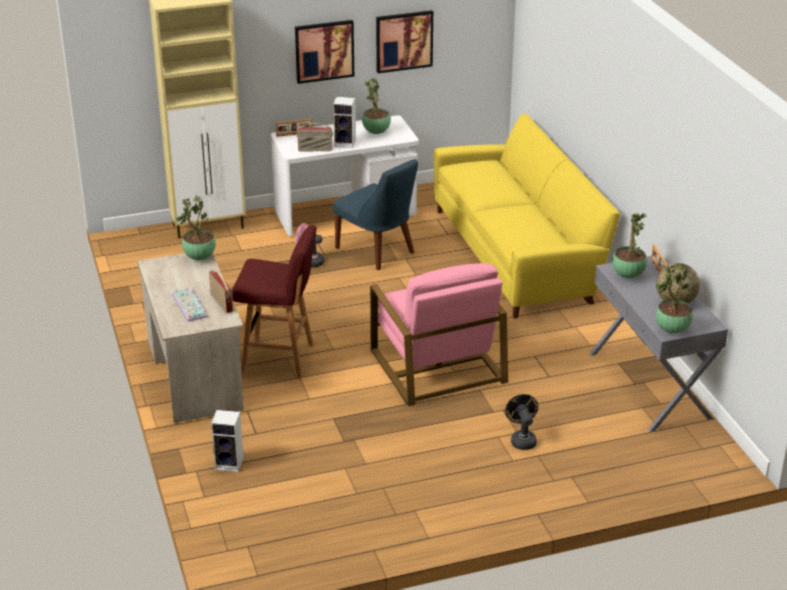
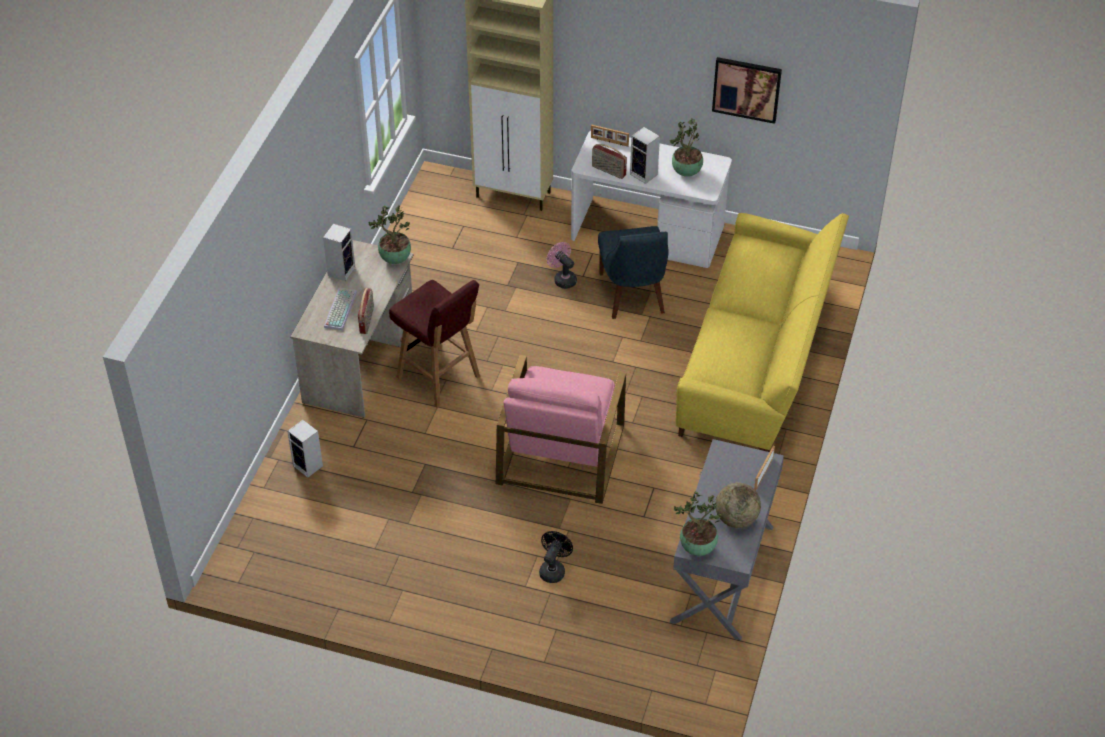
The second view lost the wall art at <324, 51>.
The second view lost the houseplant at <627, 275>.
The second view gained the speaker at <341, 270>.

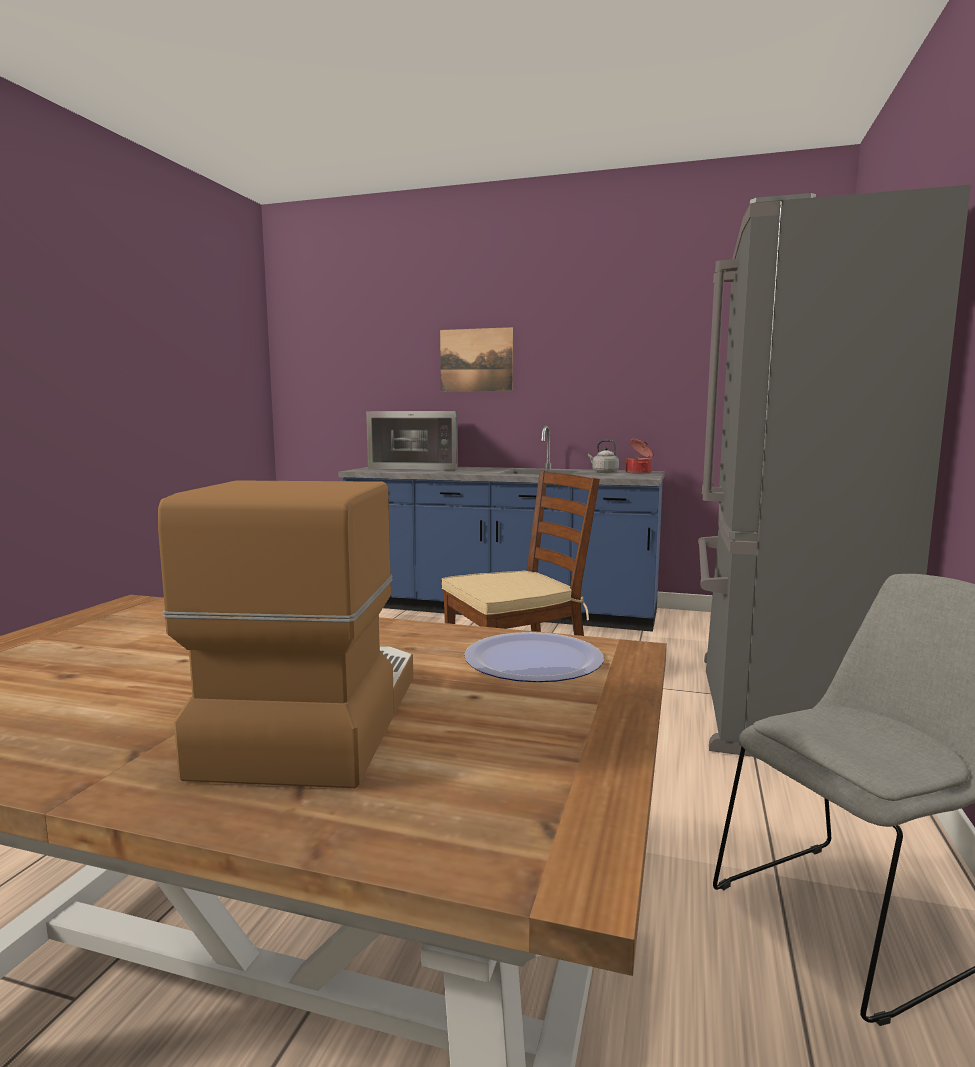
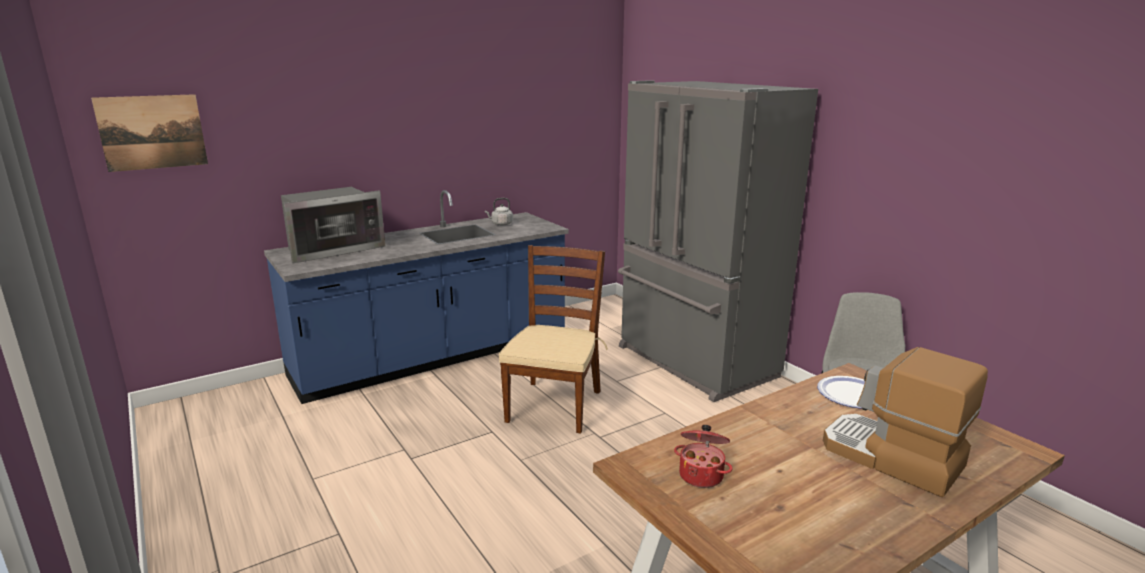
The wall art ended up elsewhere, having gone from <476, 360> to <152, 132>.
The stockpot ended up elsewhere, having gone from <639, 472> to <701, 475>.

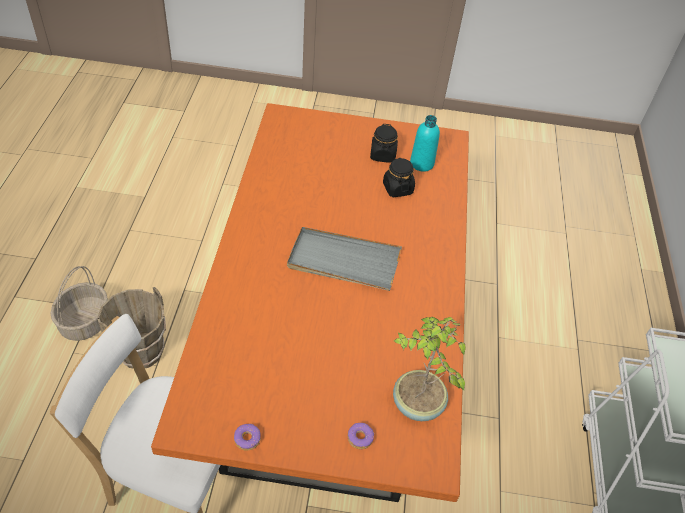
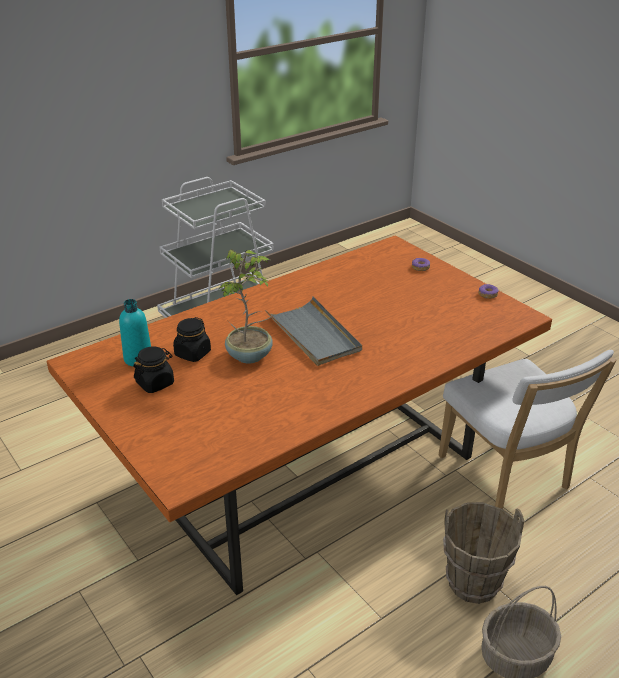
The houseplant ended up elsewhere, having gone from <416, 405> to <250, 355>.

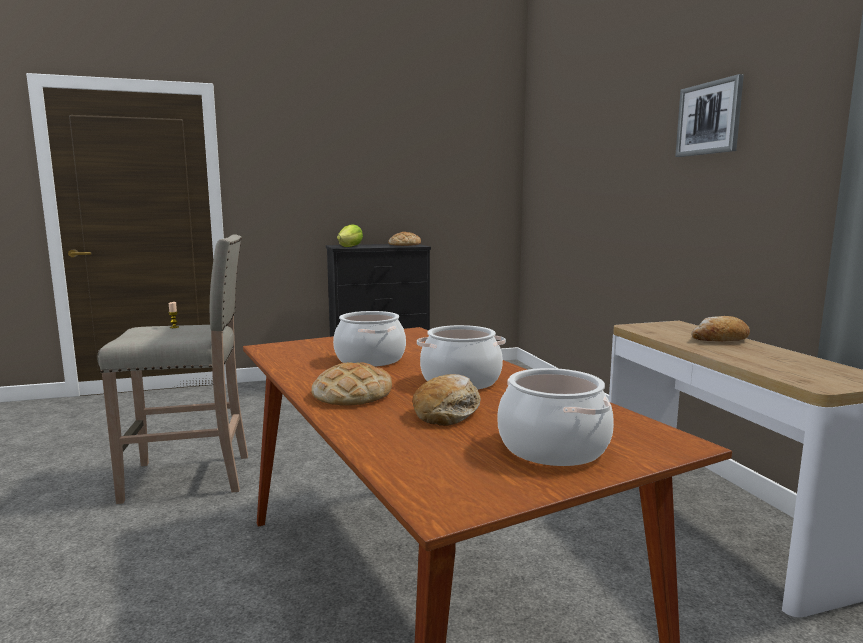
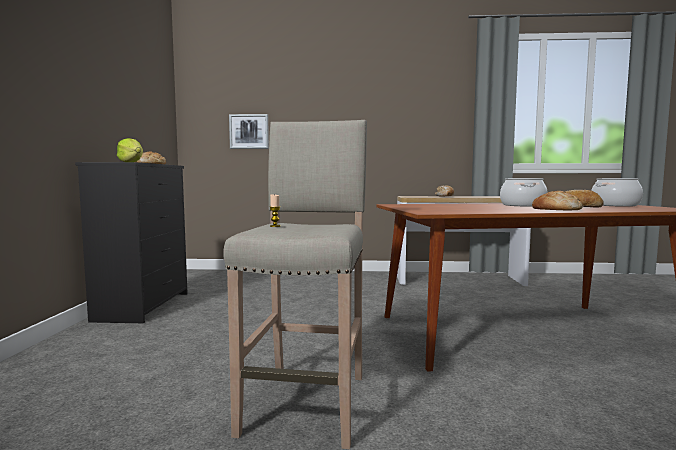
The wall art ended up elsewhere, having gone from <709, 118> to <249, 131>.
The second view lost the stockpot at <369, 359>.

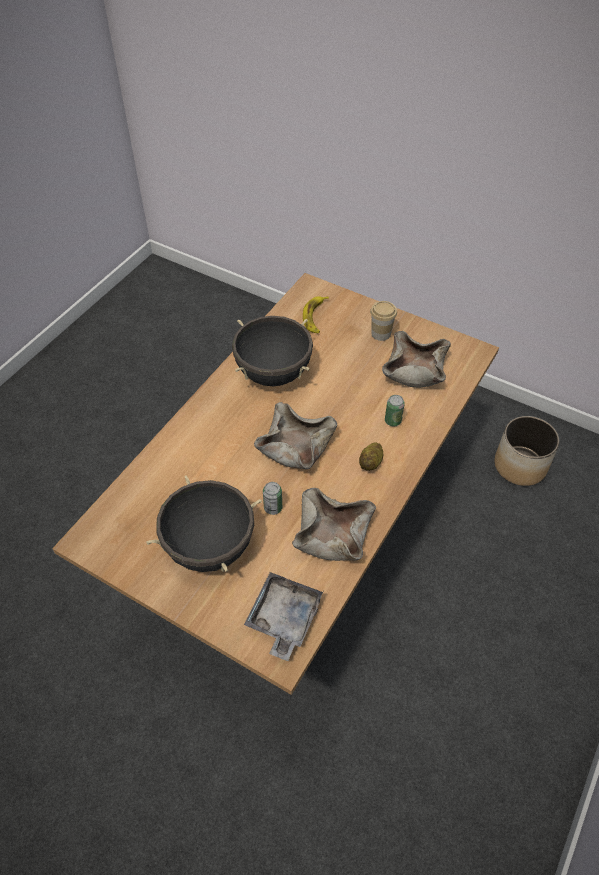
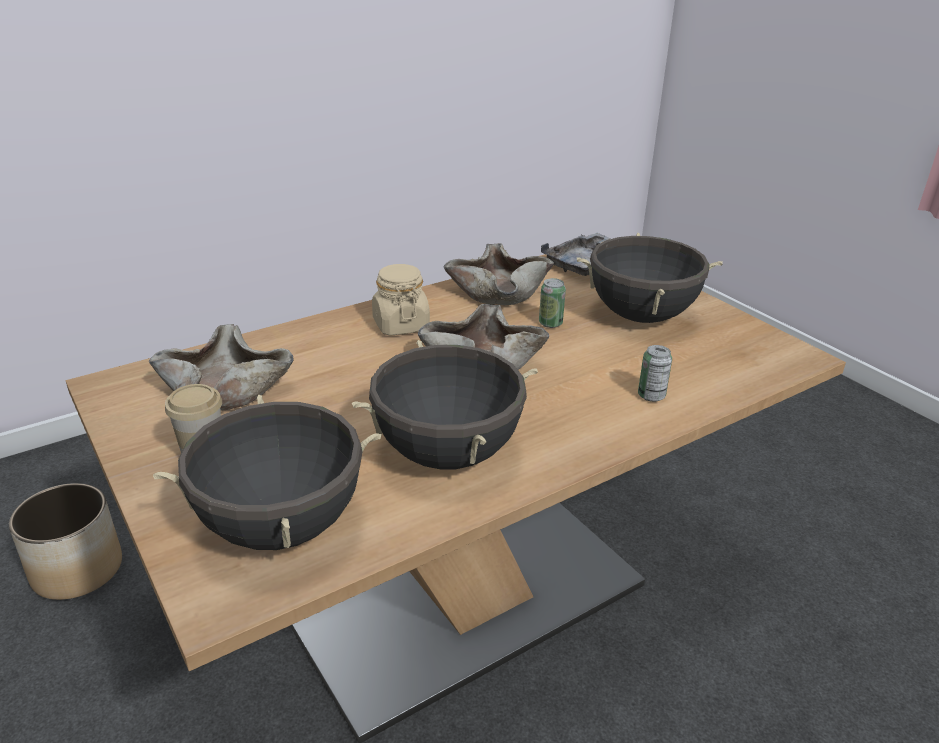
Where the banana stood at <315, 317>, the blackish stockpot came to stand at <281, 526>.
The can ended up elsewhere, having gone from <393, 421> to <651, 396>.
Where the potato stood at <371, 463>, the sand-coloured storage jar came to stand at <400, 325>.

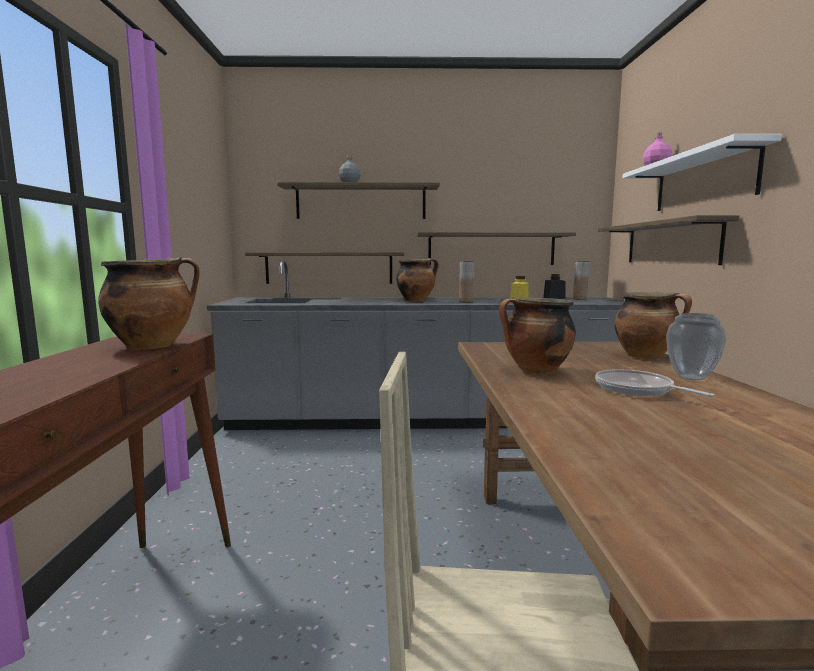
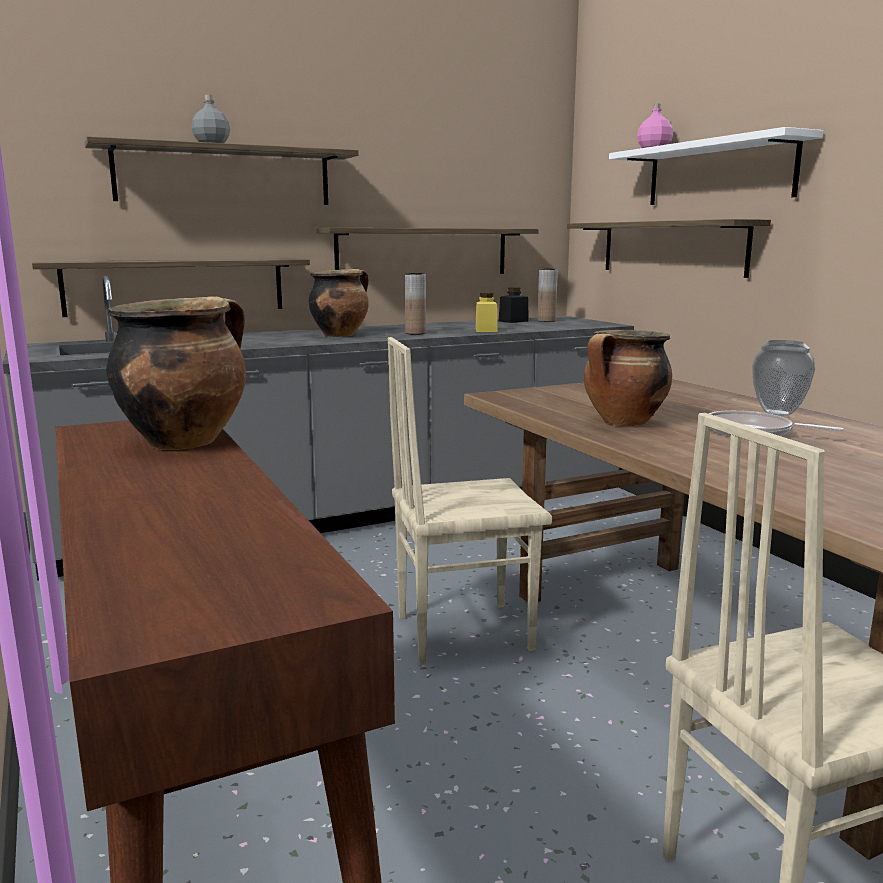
The second view lost the stockpot at <646, 356>.
The second view gained the sand-coloured chair at <462, 631>.

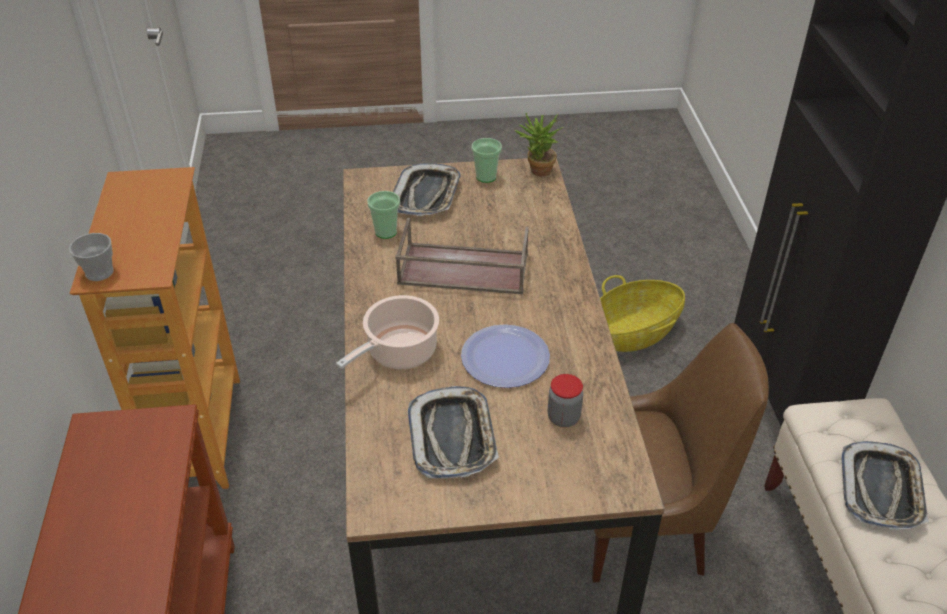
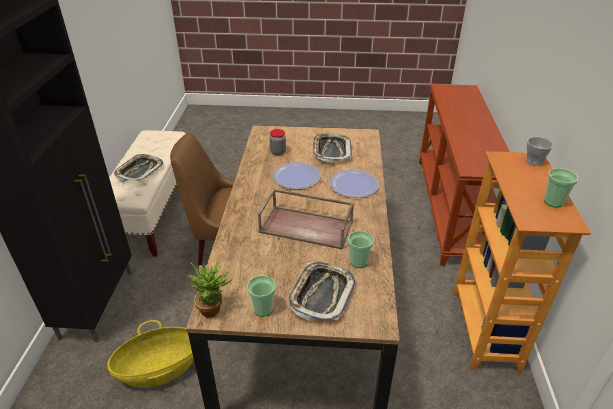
Where the stockpot stood at <399, 352>, the dinner plate came to stand at <354, 185>.
The second view gained the small cup at <553, 202>.

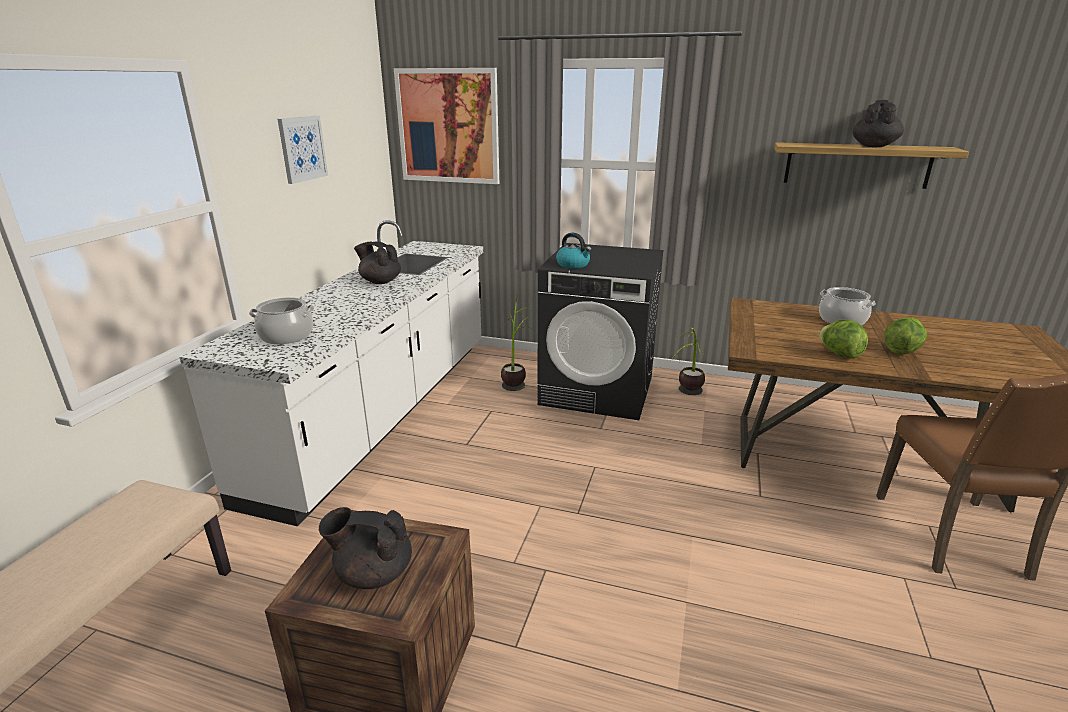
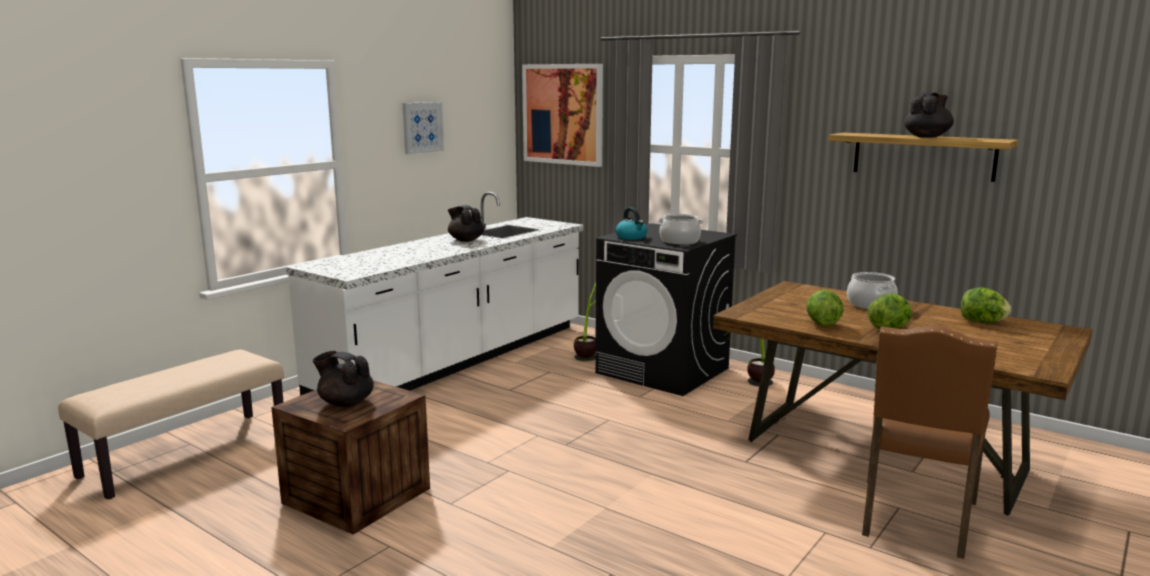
The stockpot ended up elsewhere, having gone from <287, 336> to <679, 241>.
The second view gained the lettuce head at <982, 322>.

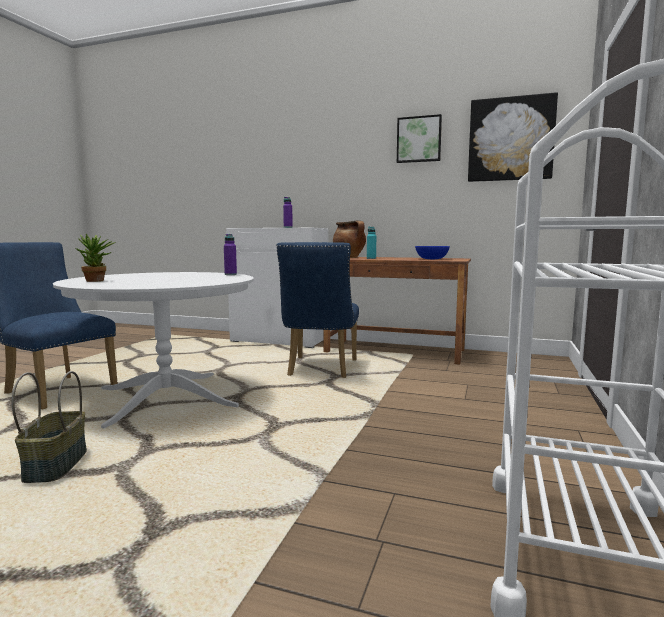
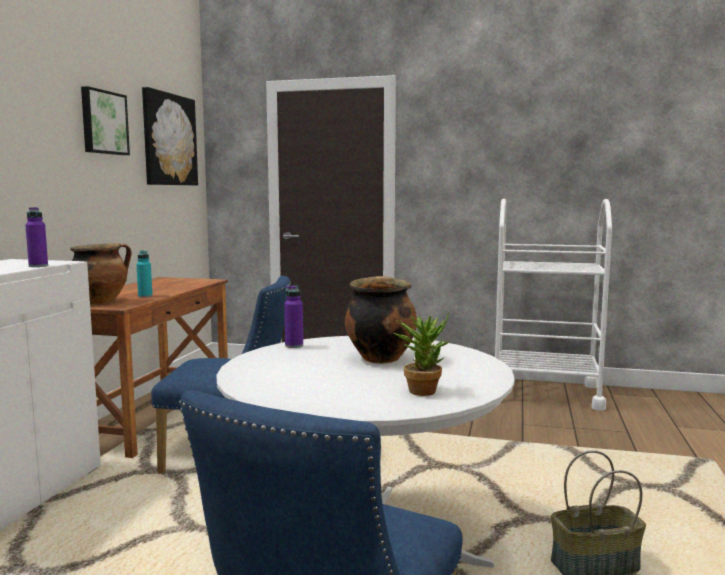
The second view lost the blue-coloured serving bowl at <431, 259>.
The second view gained the stockpot at <379, 358>.

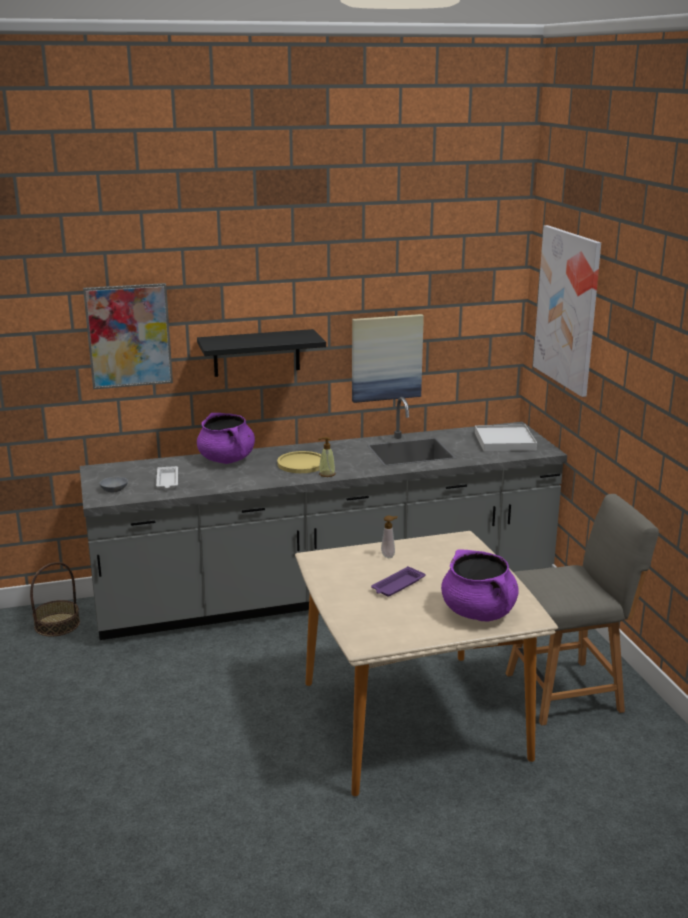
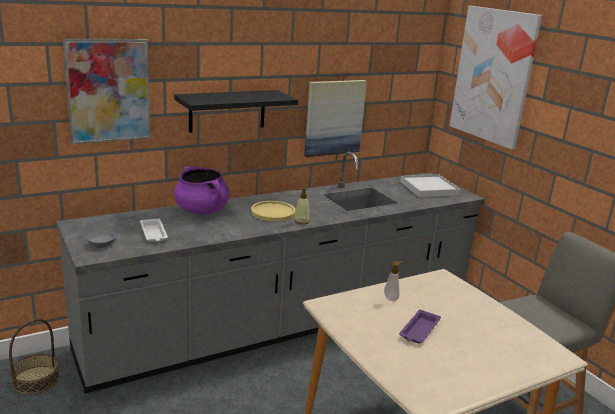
The second view lost the purple stockpot at <478, 612>.

